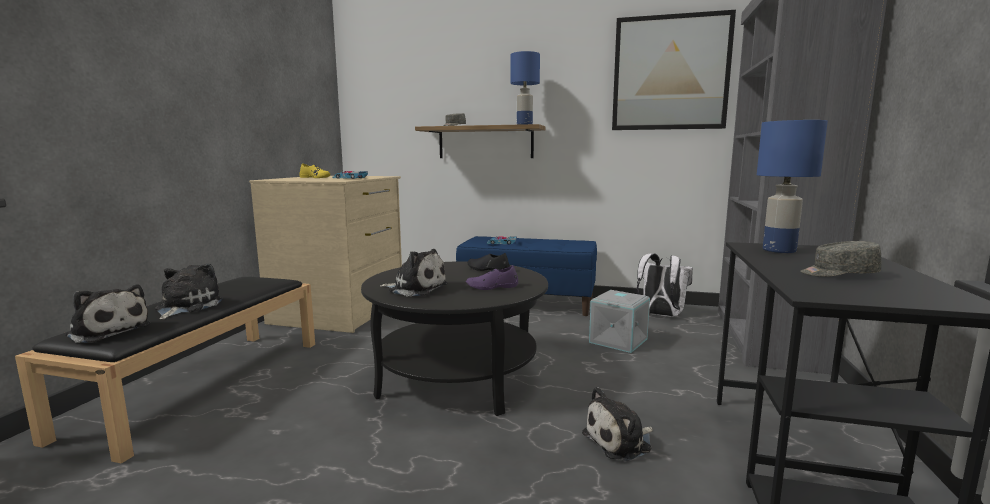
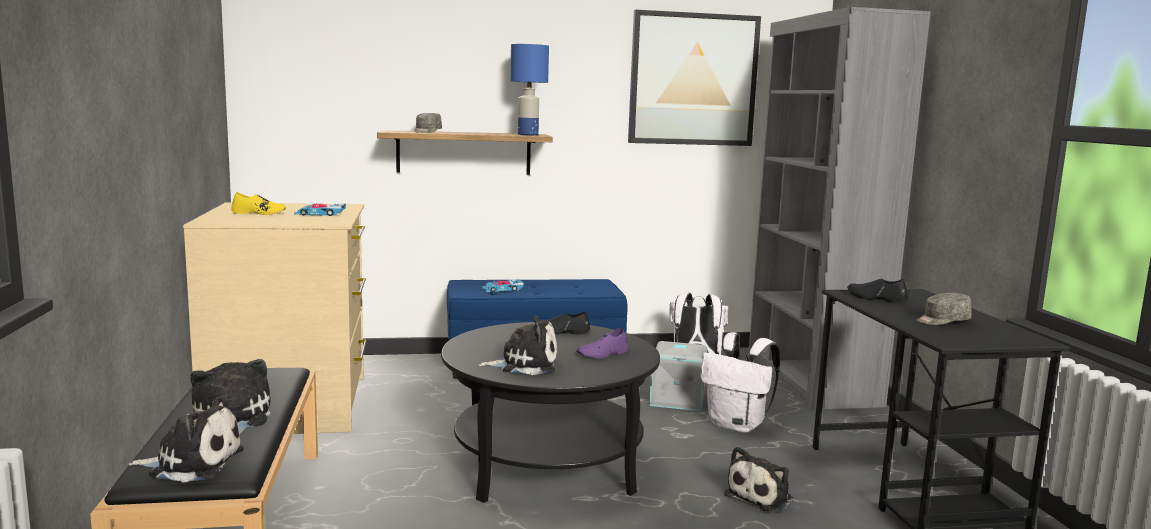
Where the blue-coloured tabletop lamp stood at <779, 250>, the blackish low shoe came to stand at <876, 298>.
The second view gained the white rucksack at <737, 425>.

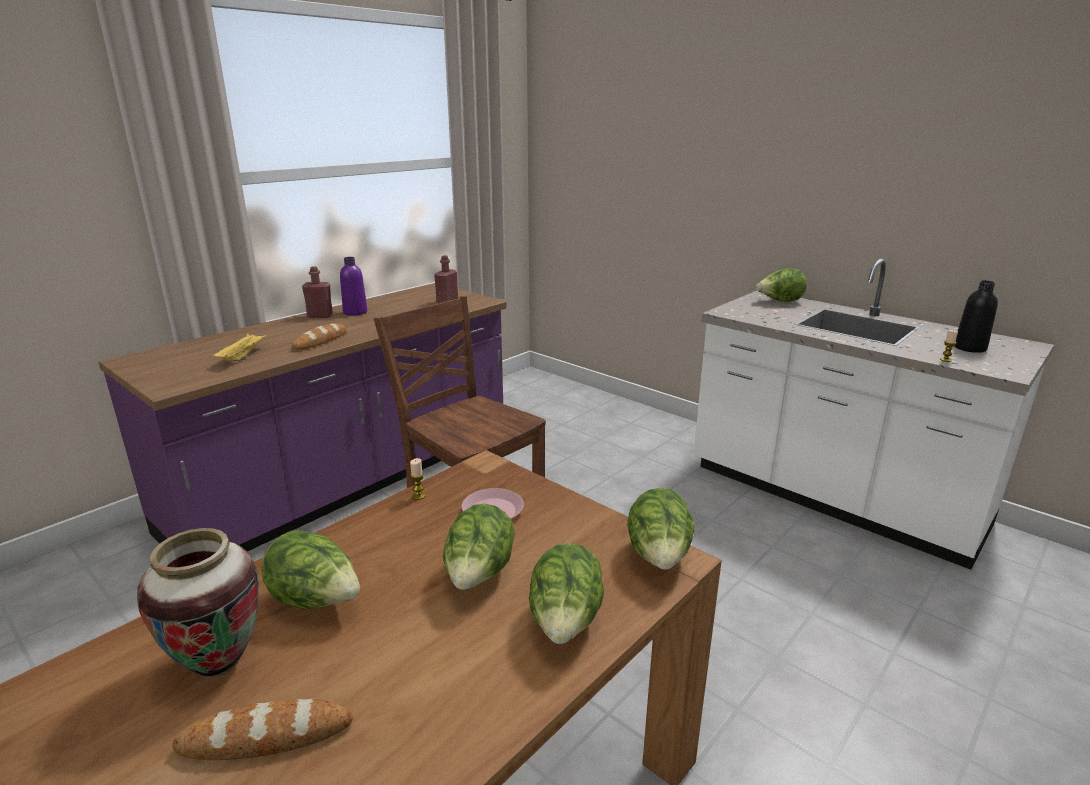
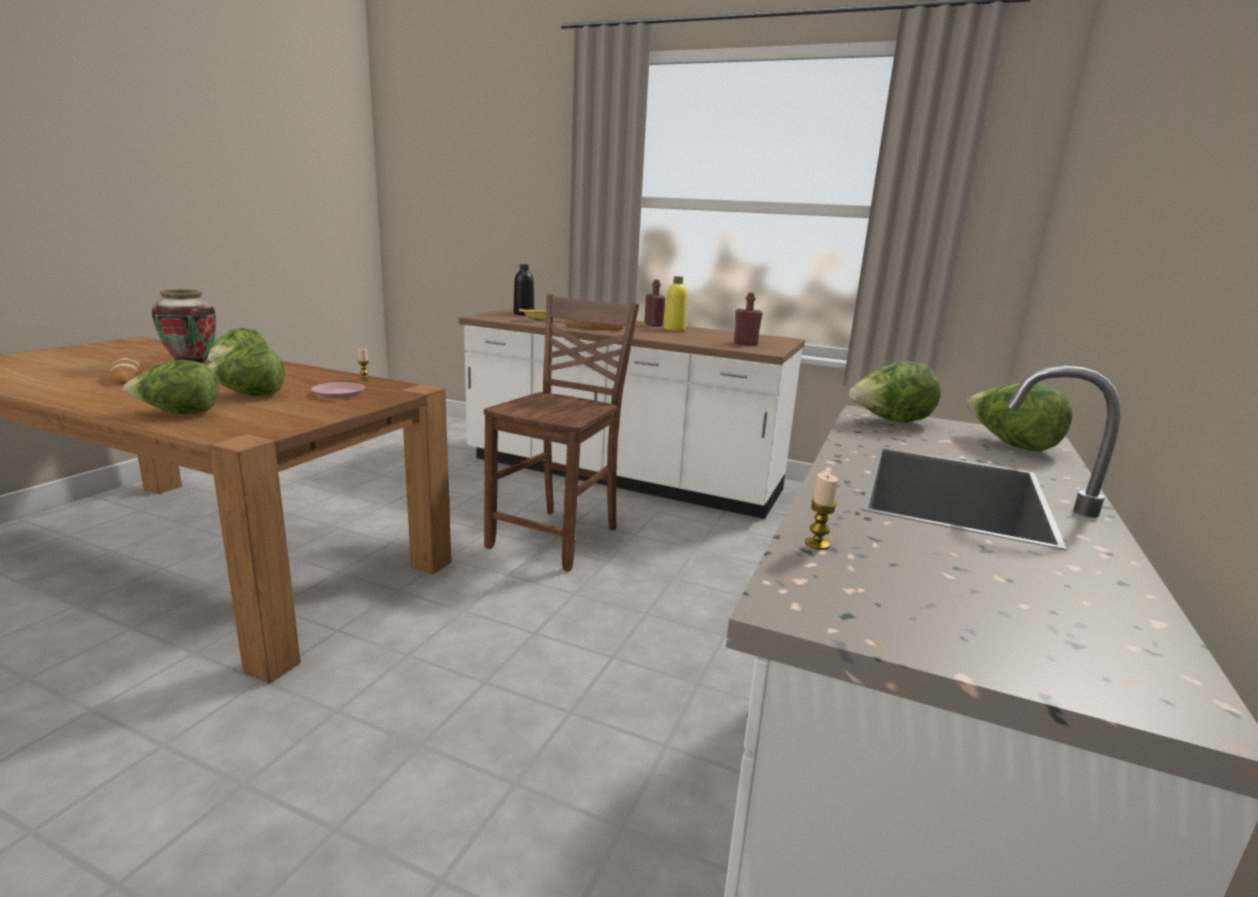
What was the purple bottle at <355, 312> turned into the yellow bottle at <674, 329>.
The blackish bottle ended up elsewhere, having gone from <970, 348> to <523, 314>.
What was the purple kitchen counter at <349, 482> turned into the white kitchen counter at <621, 476>.
The lettuce head ended up elsewhere, having gone from <659, 557> to <890, 422>.

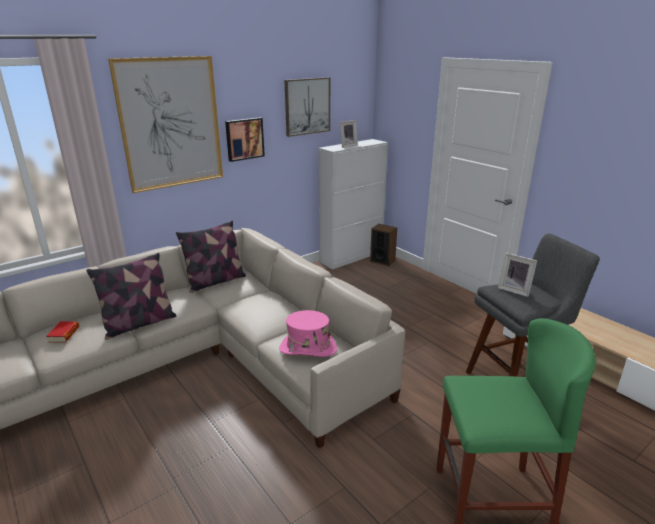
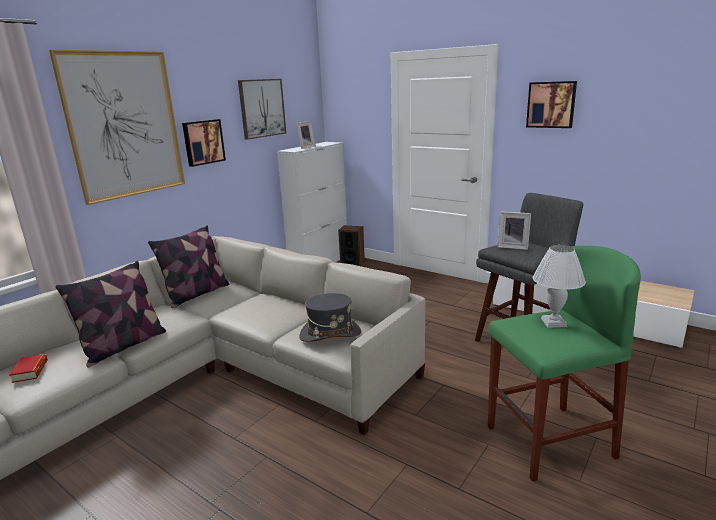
What was the pink clothing hat at <308, 348> turned into the gray clothing hat at <330, 334>.
The second view gained the wall art at <551, 104>.
The second view gained the white tabletop lamp at <554, 322>.

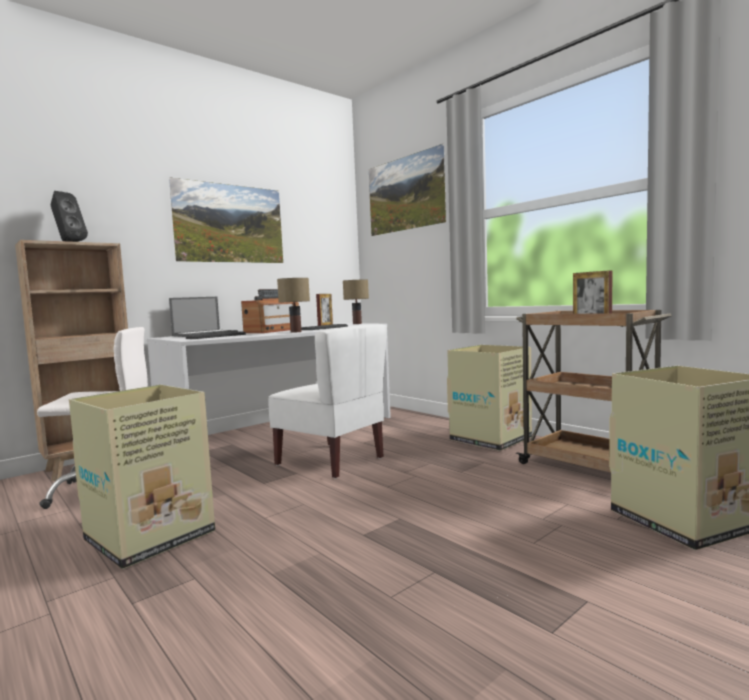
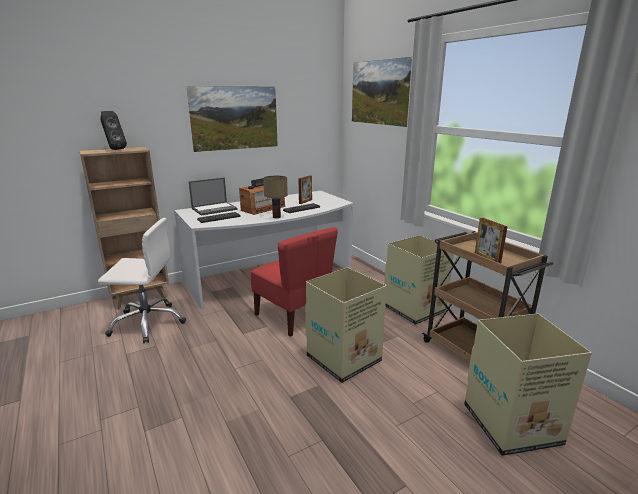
The second view lost the tabletop lamp at <357, 324>.
What was the white chair at <331, 461> turned into the reddish chair at <293, 316>.
The packing box ended up elsewhere, having gone from <152, 536> to <345, 358>.

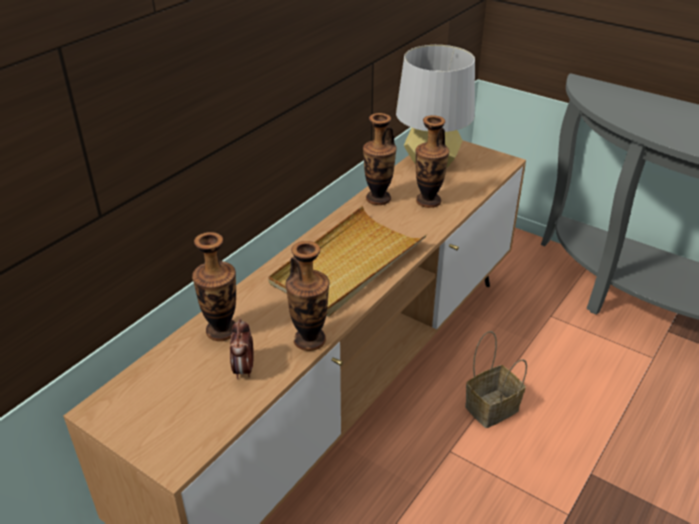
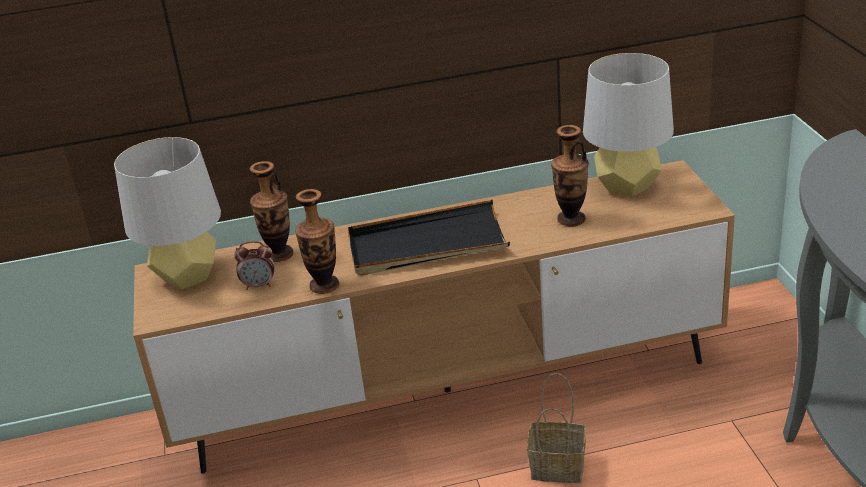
The second view lost the decorative vase at <378, 199>.
What was the sand-coloured serving tray at <347, 265> turned into the blackish serving tray at <426, 244>.
The bedside clock at <244, 369> ended up facing another way, 135 degrees counterclockwise from before.
The second view gained the gray tabletop lamp at <187, 277>.

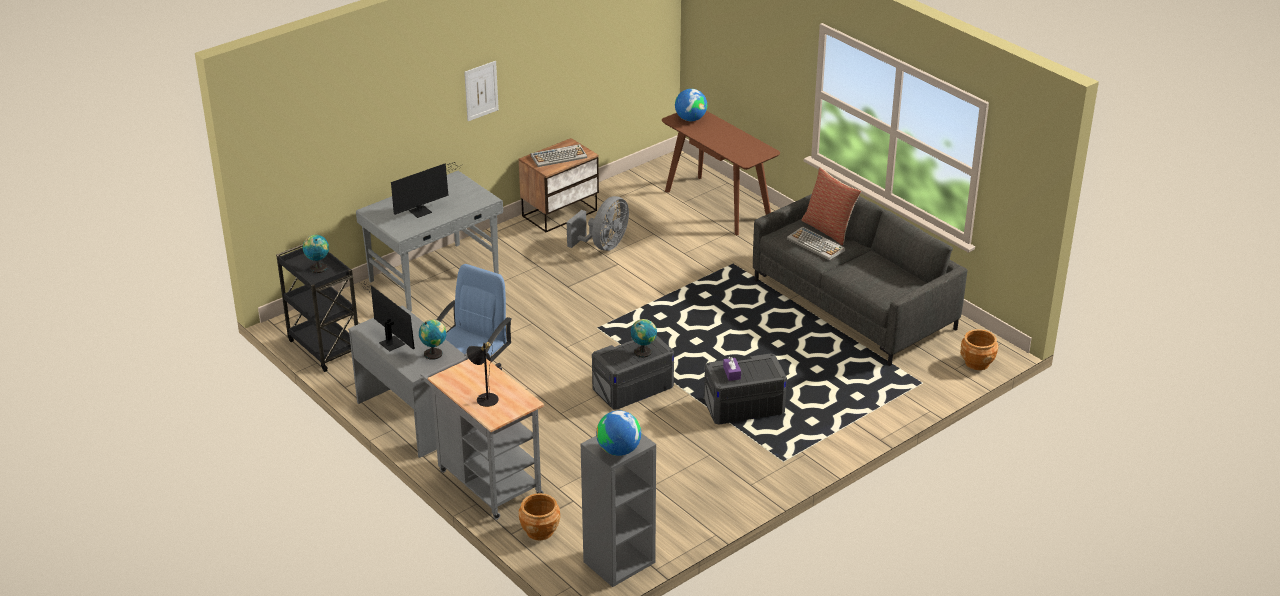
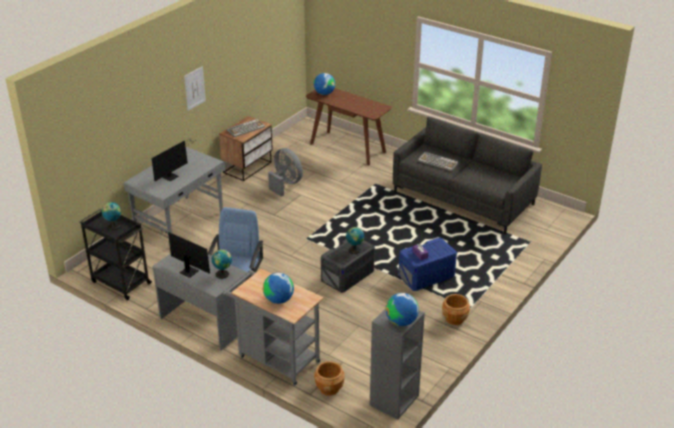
The second view lost the pillow at <829, 229>.
The gray electric fan at <603, 245> ended up facing another way, 60 degrees counterclockwise from before.
The brownish flower pot ended up elsewhere, having gone from <977, 363> to <454, 319>.
Where the blackish tabletop lamp stood at <484, 398>, the desk globe came to stand at <279, 300>.
What was the gray storage container at <744, 406> turned into the blue-coloured storage container at <426, 275>.

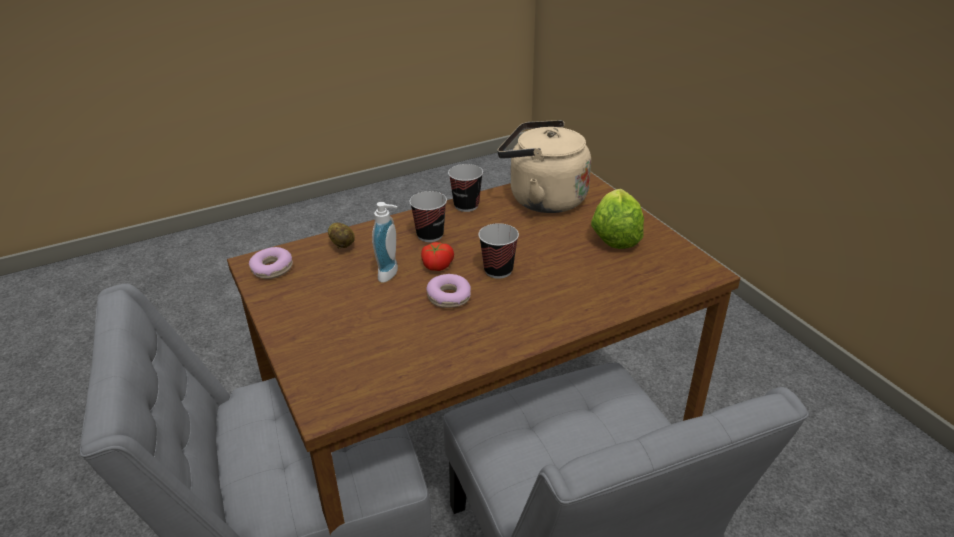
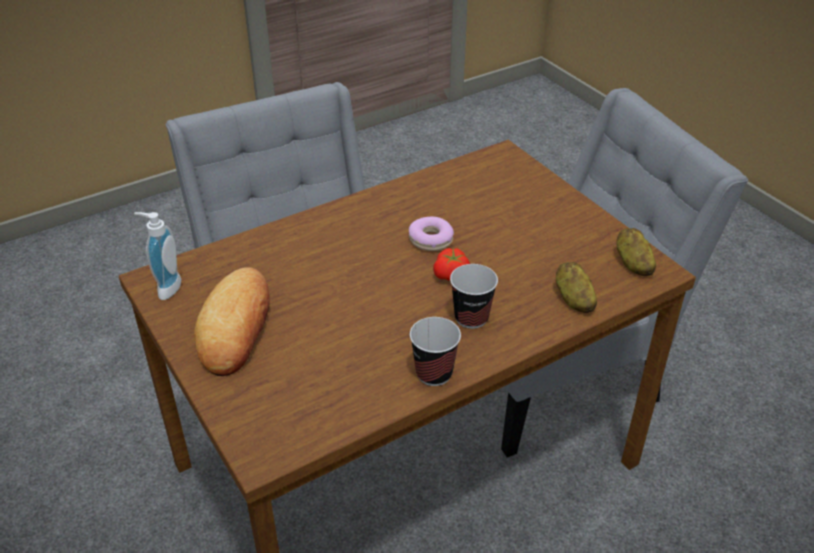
The second view lost the sand-coloured water kettle at <542, 199>.
Where the lettuce head stood at <615, 235>, the bakery bread came to stand at <236, 327>.
The soap bottle ended up elsewhere, having gone from <391, 274> to <165, 287>.
The second view lost the small cup at <498, 270>.
Where the donut stood at <272, 269>, the potato came to stand at <633, 264>.

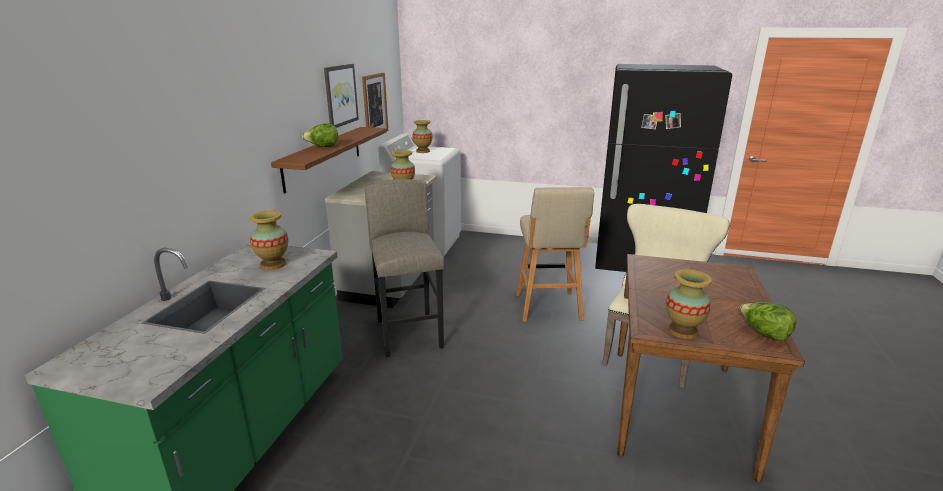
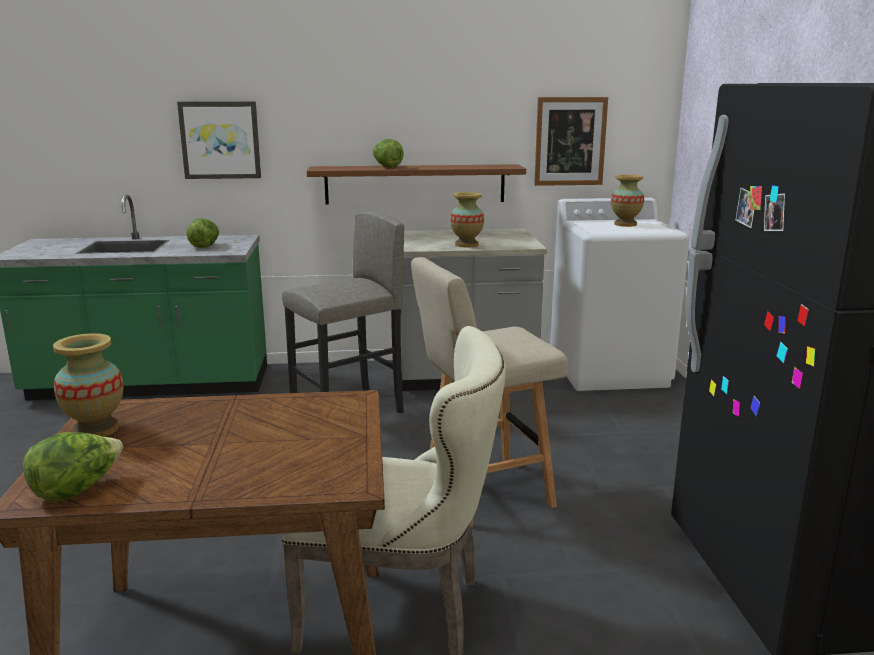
The wall art ended up elsewhere, having gone from <340, 95> to <220, 140>.
Where the decorative vase stood at <273, 265>, the lettuce head came to stand at <205, 246>.

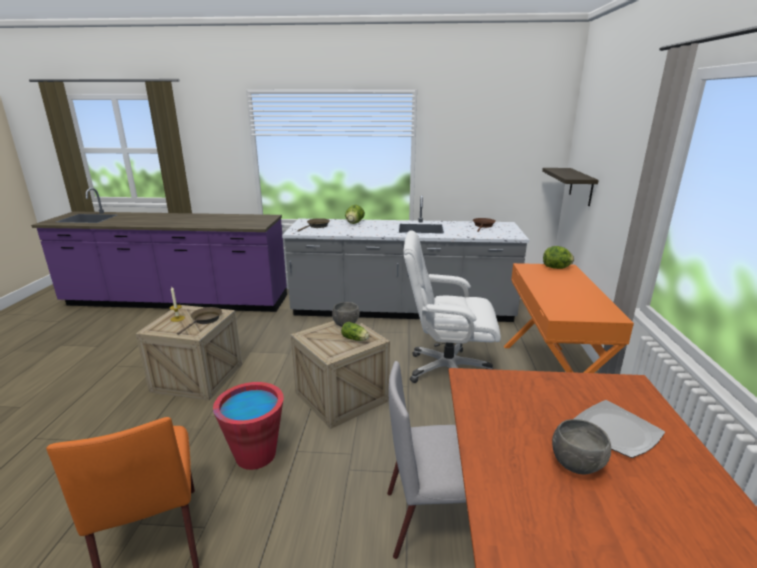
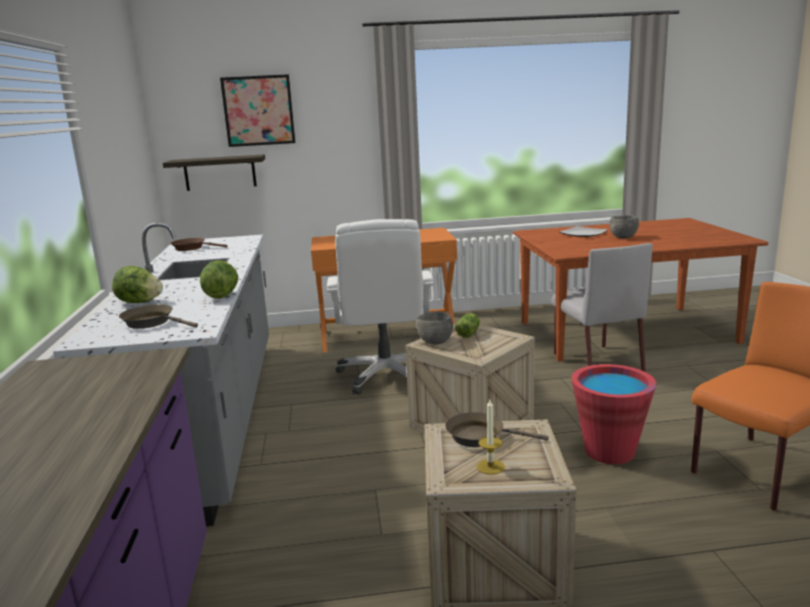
The lettuce head ended up elsewhere, having gone from <556, 268> to <221, 296>.
The second view gained the wall art at <258, 110>.

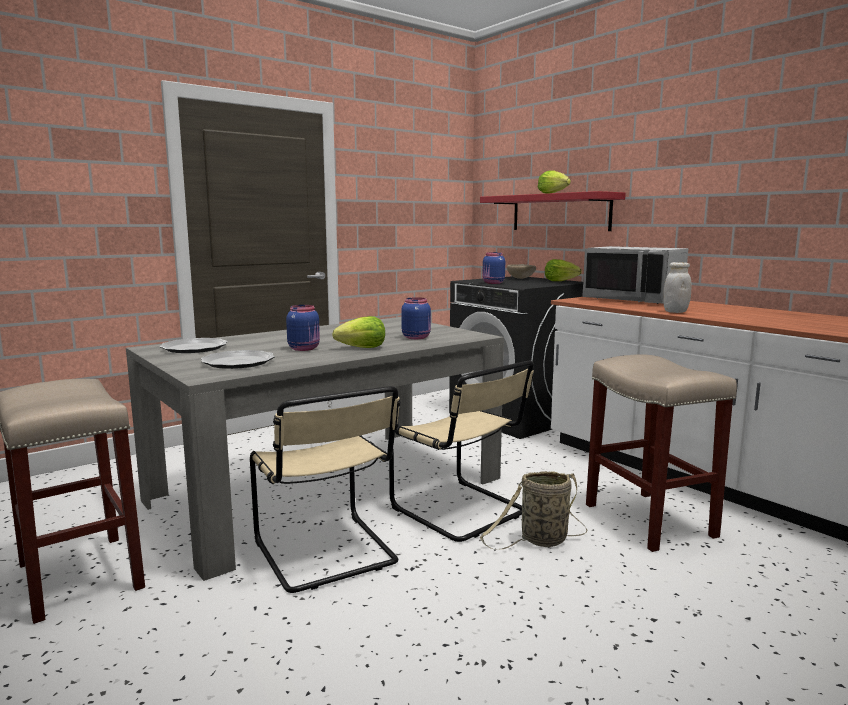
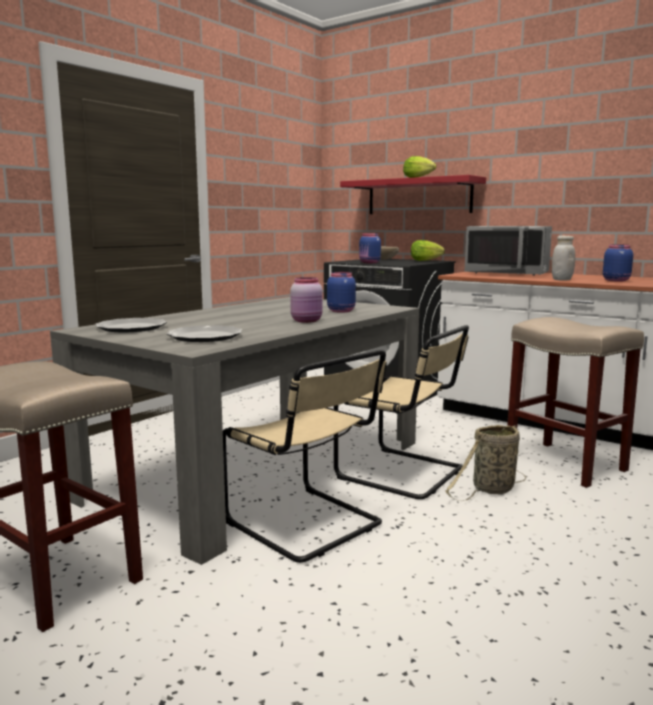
The blue-coloured storage jar ended up elsewhere, having gone from <304, 348> to <616, 280>.
Where the lettuce head stood at <362, 348>, the pink storage jar came to stand at <307, 321>.

